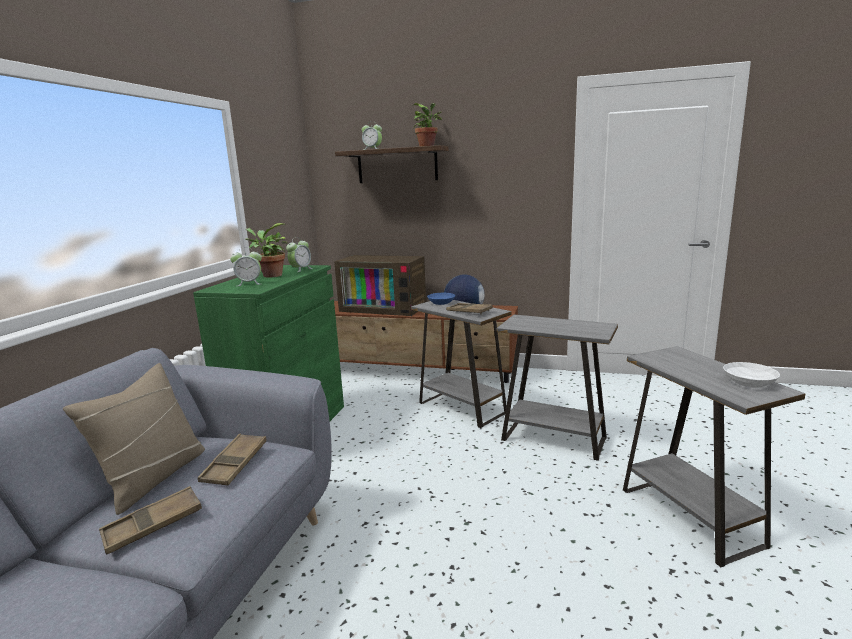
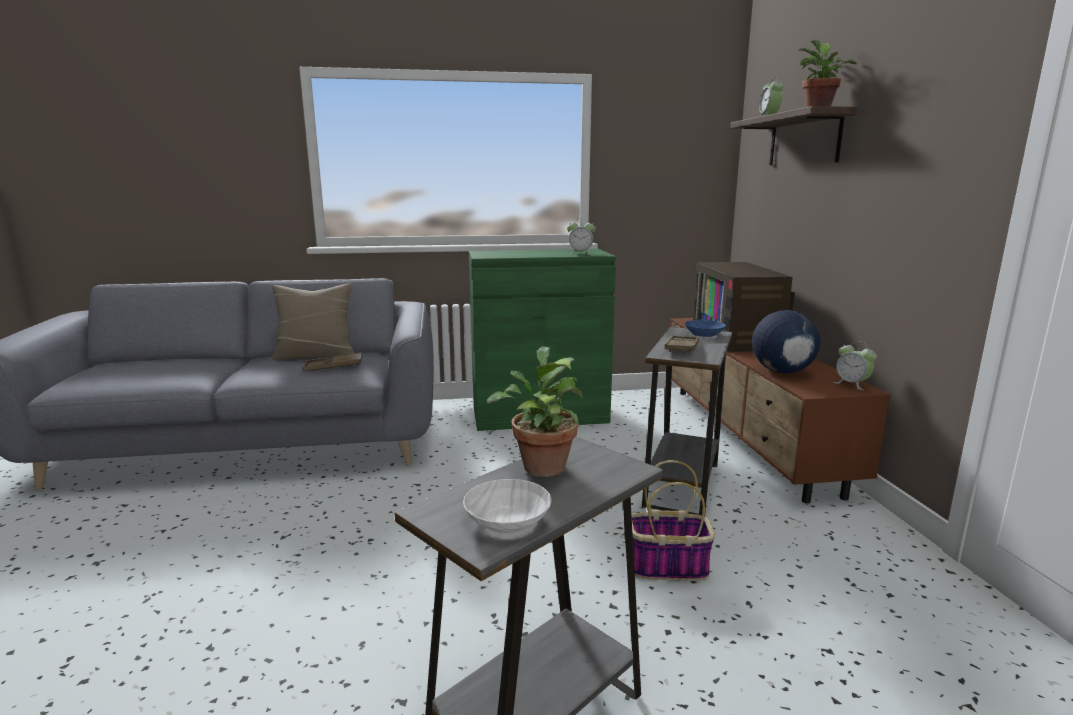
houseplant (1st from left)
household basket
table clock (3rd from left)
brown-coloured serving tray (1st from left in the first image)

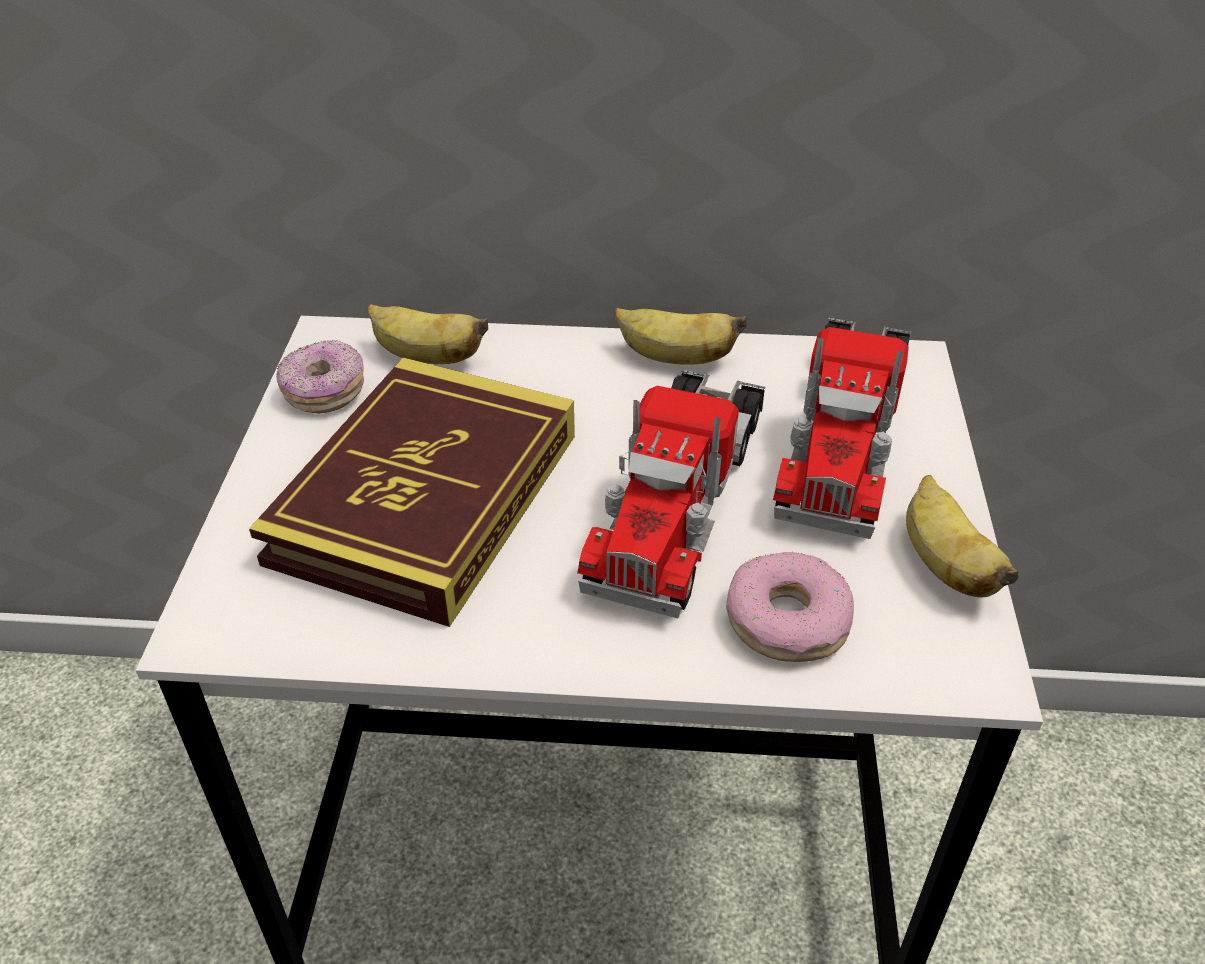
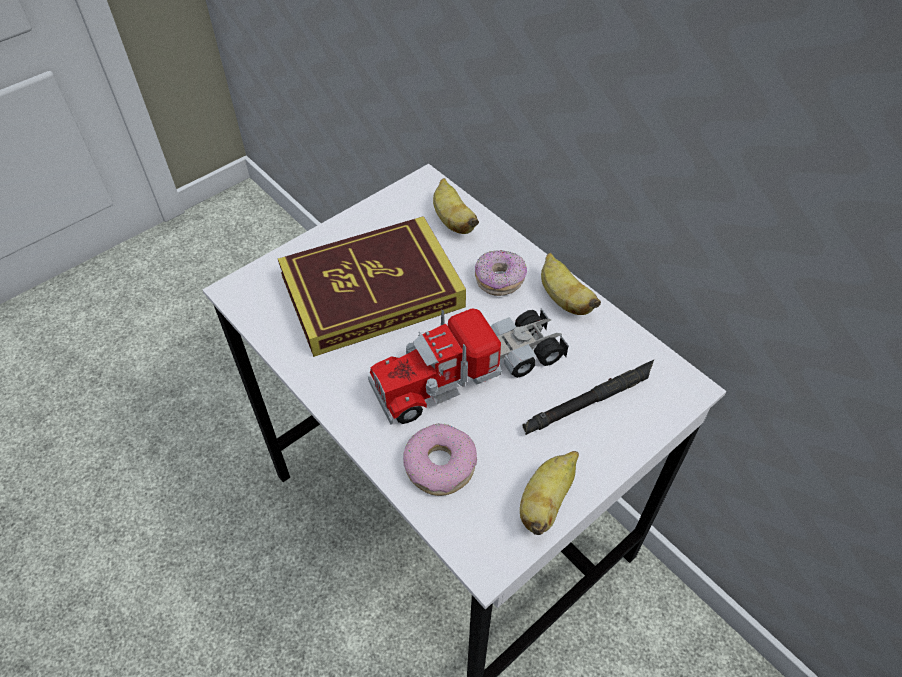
ring doughnut (2nd from left)
blackish hand torch

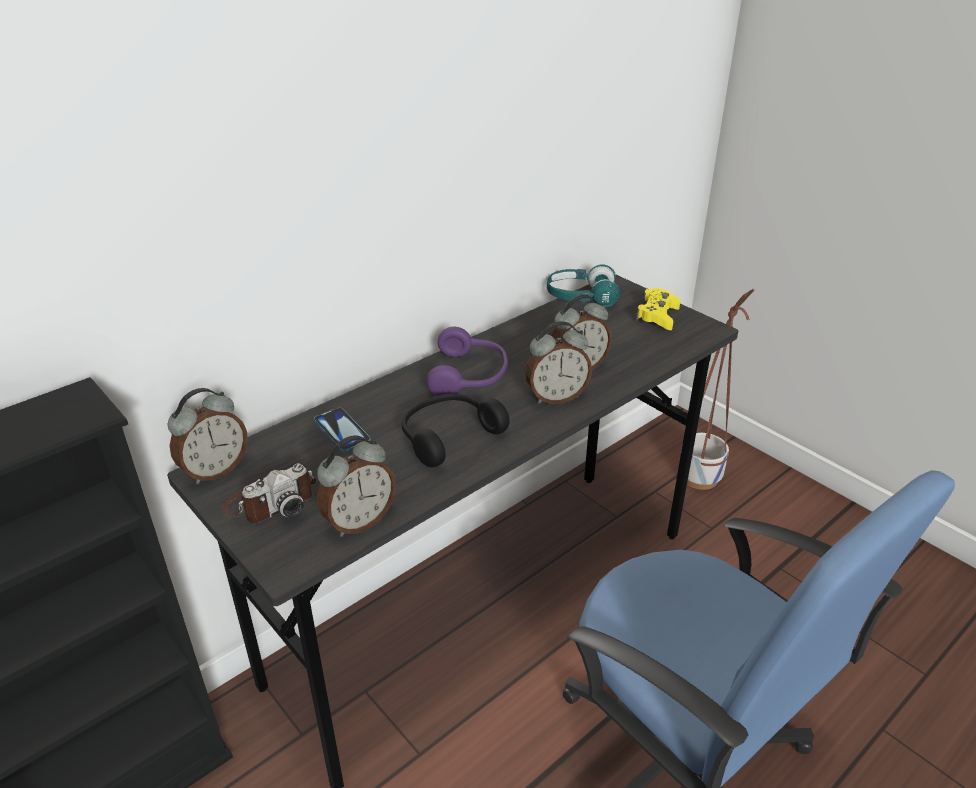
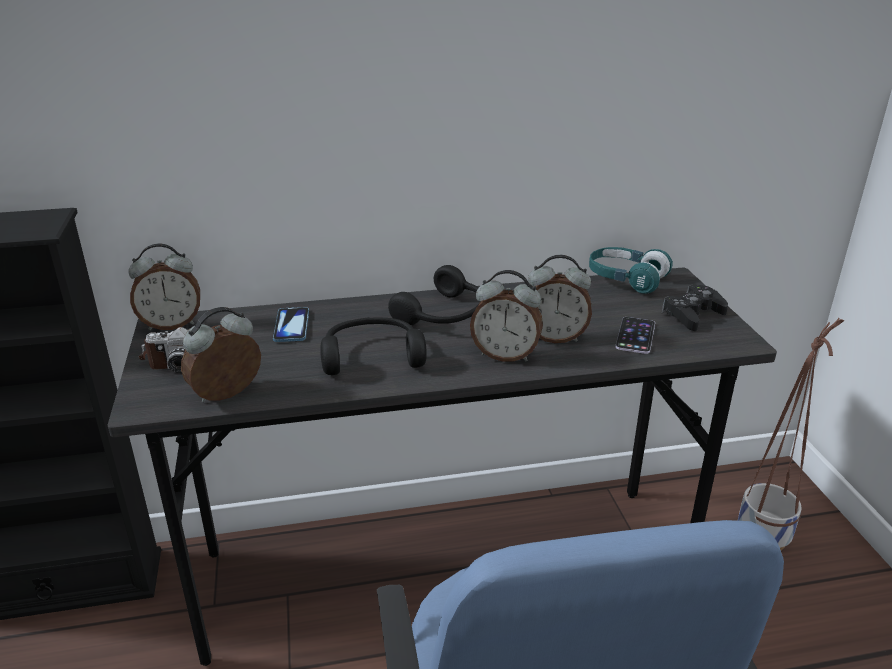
table clock (2nd from left)
blackish headset (2nd from left)
handset (2nd from left)
blackish gamepad

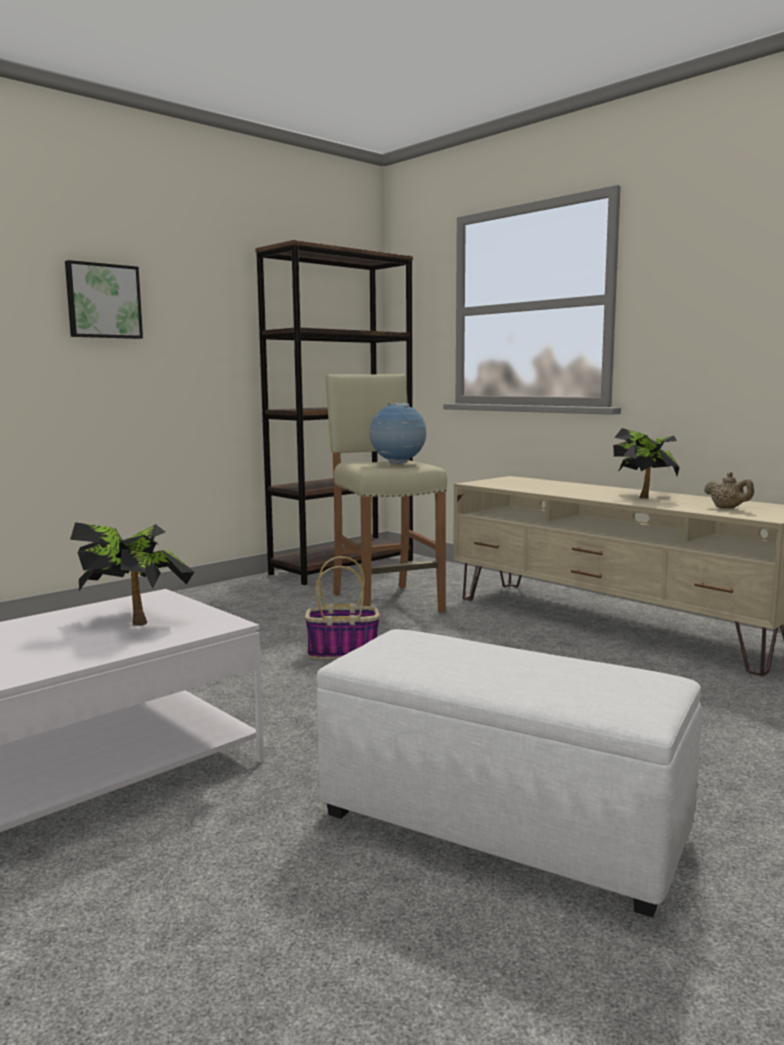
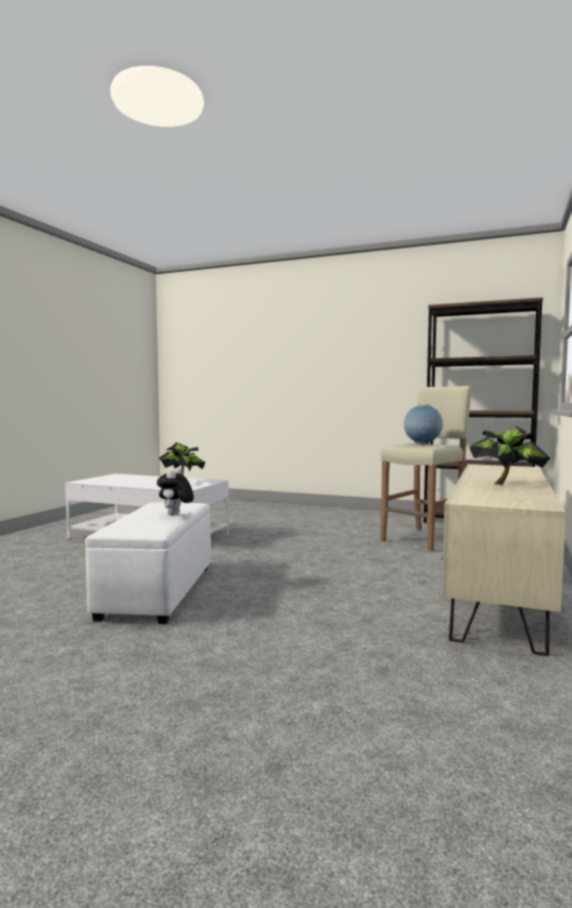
plush toy
picture
household basket
beige-coloured teapot

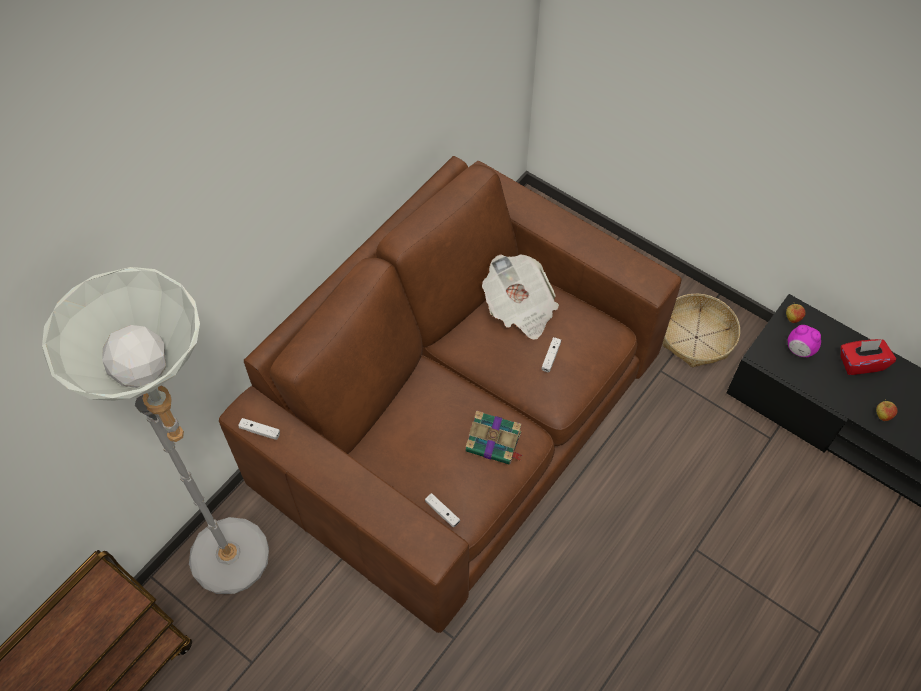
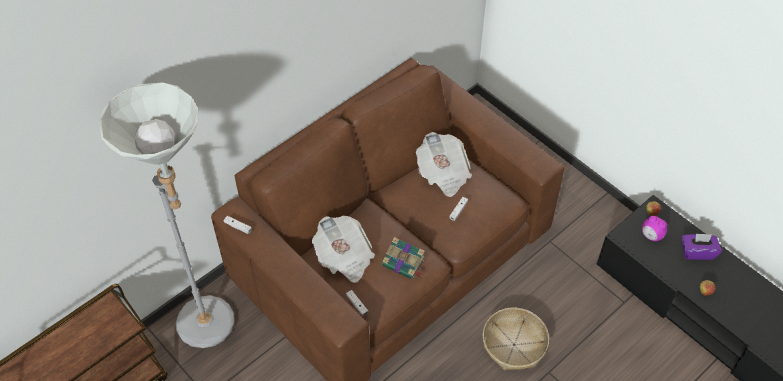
printed paper (1st from left)
household basket
purple box of tissues

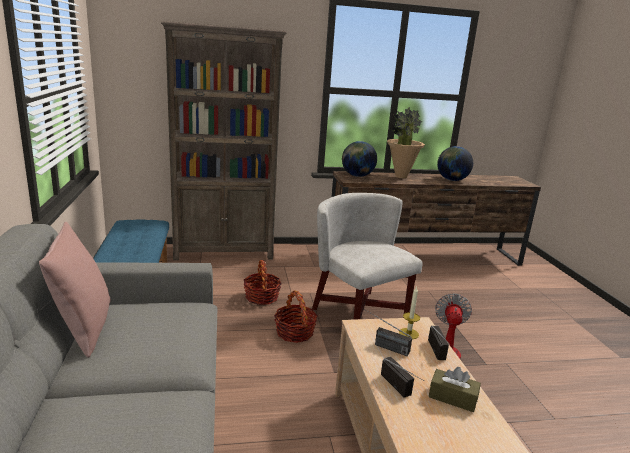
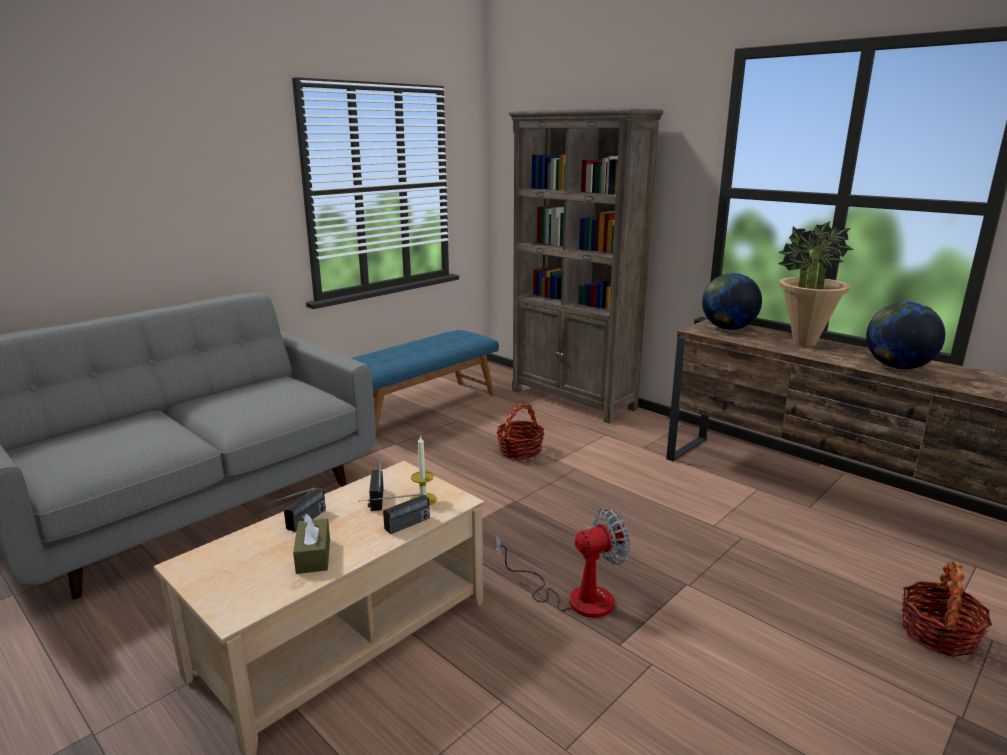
household basket (2nd from left)
pink-coloured cushion
white armchair

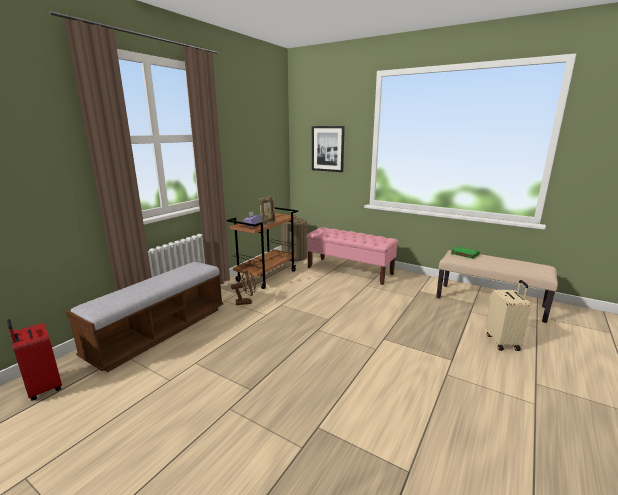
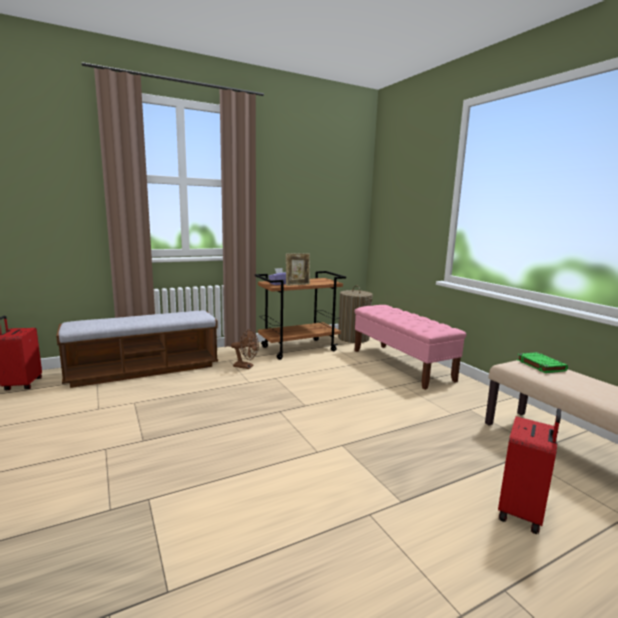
red piece of luggage (2nd from left)
picture

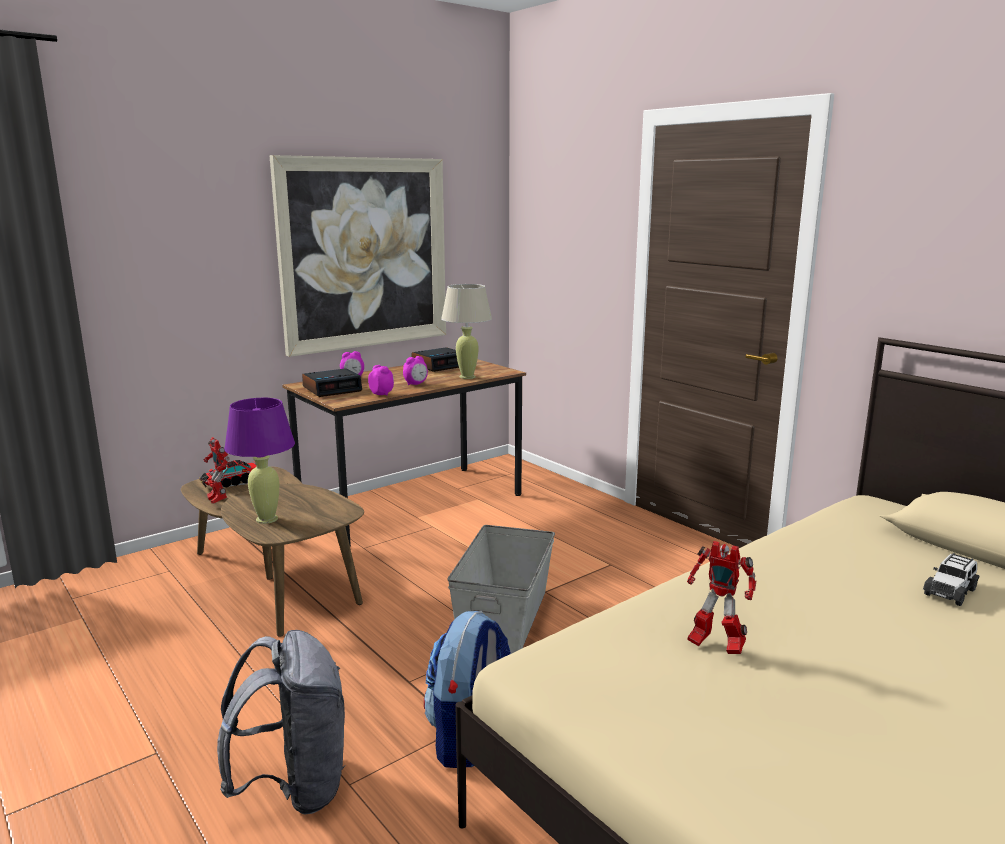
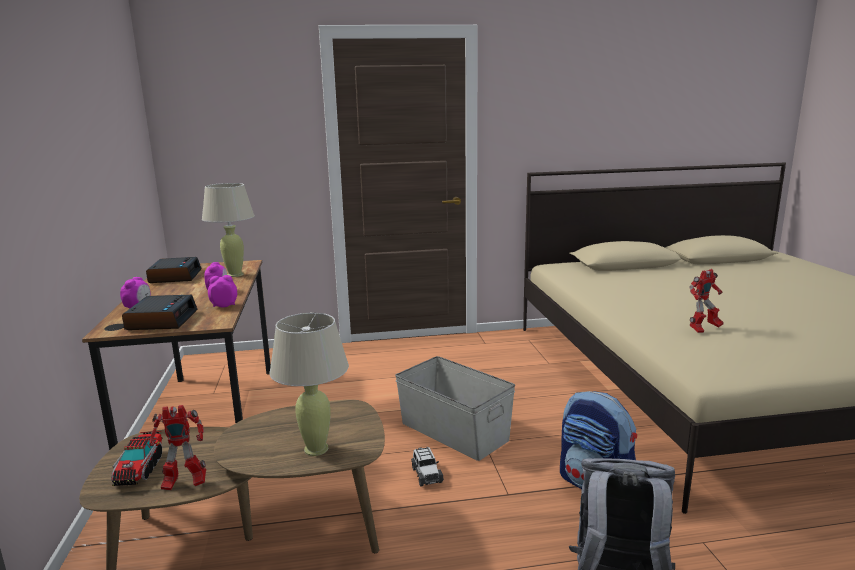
beige-coloured lamp for a table (2nd from left)
toy car
picture

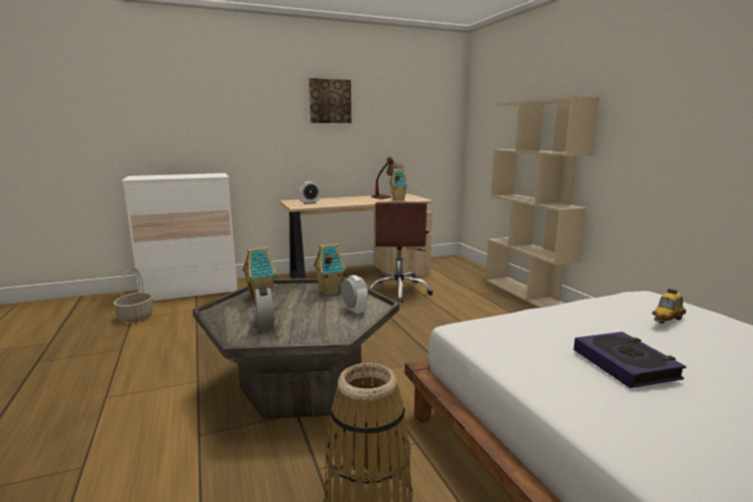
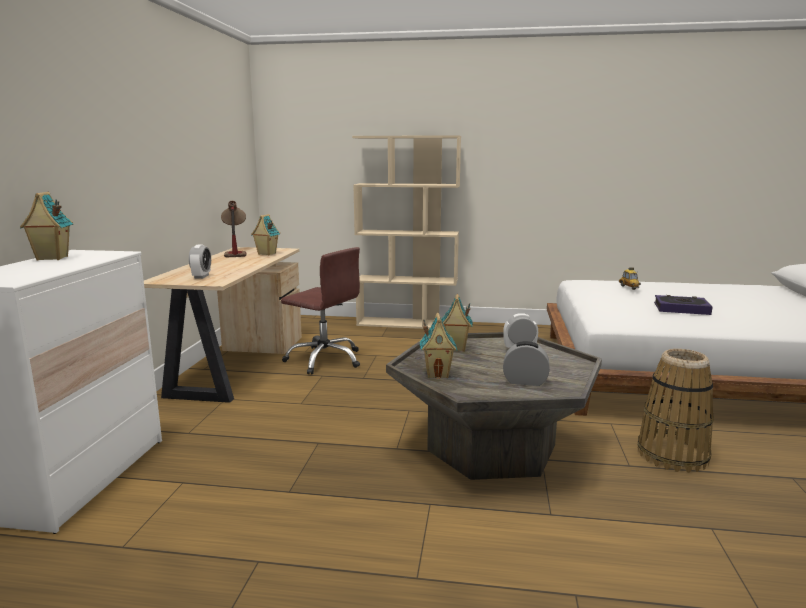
model house (1st from left)
household basket (1st from left in the first image)
picture

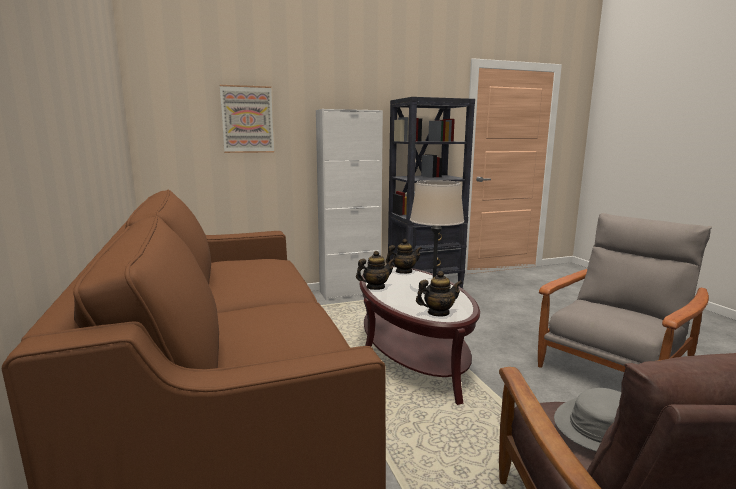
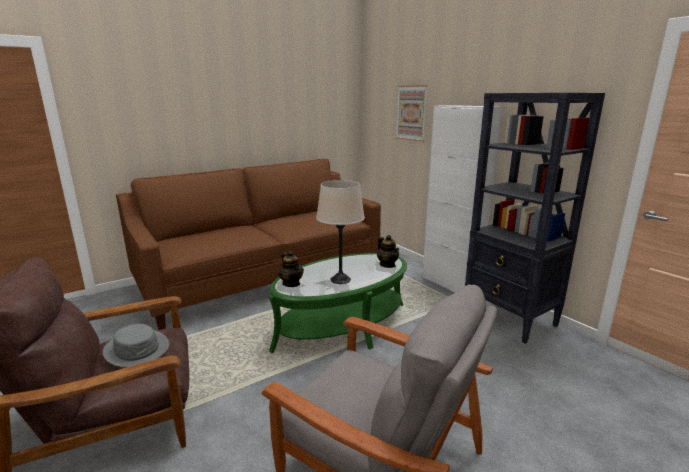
greenish lounge table
teapot (1st from left in the first image)

